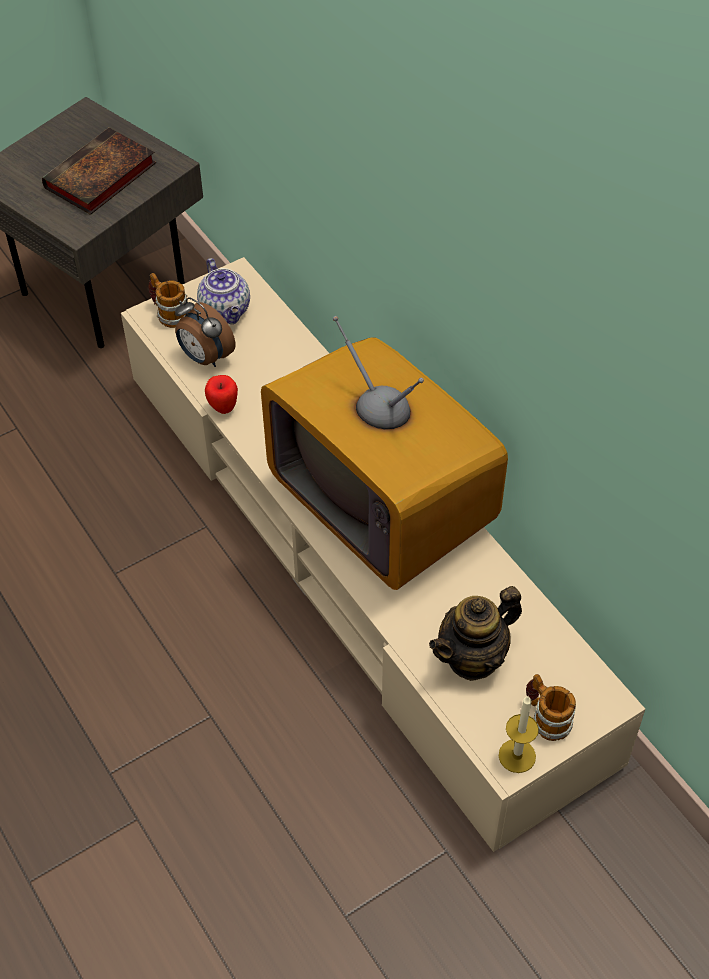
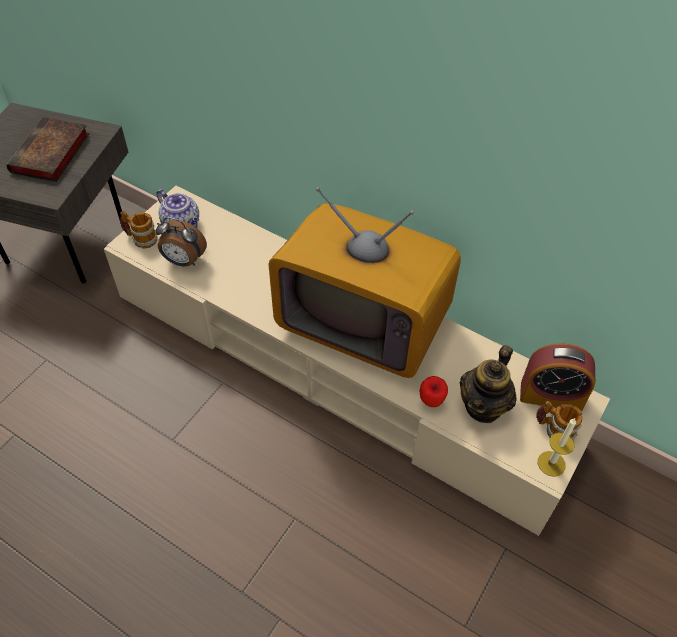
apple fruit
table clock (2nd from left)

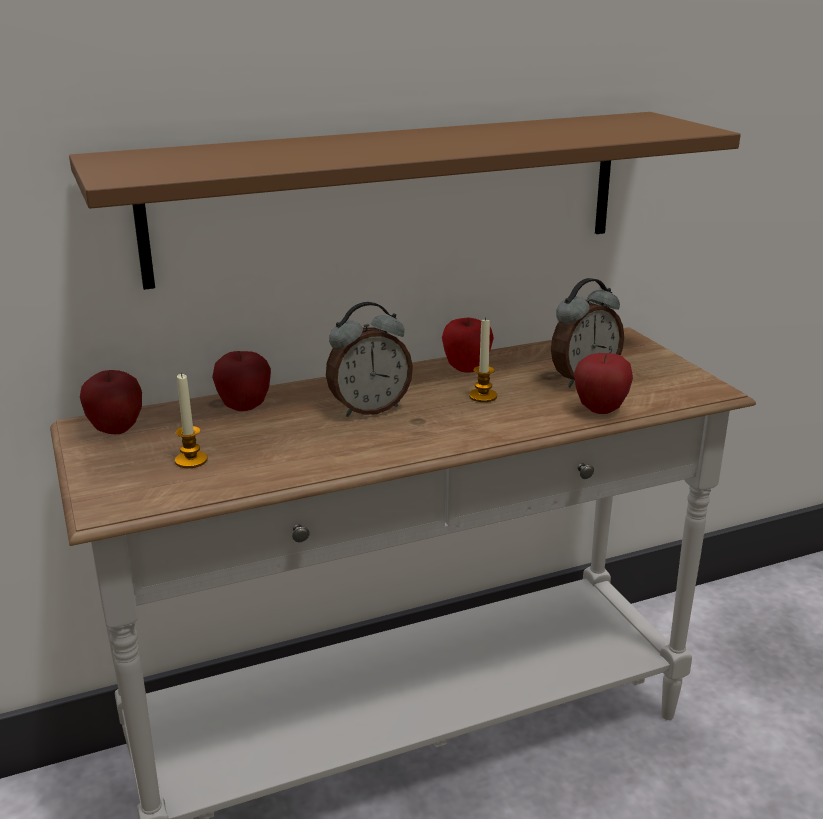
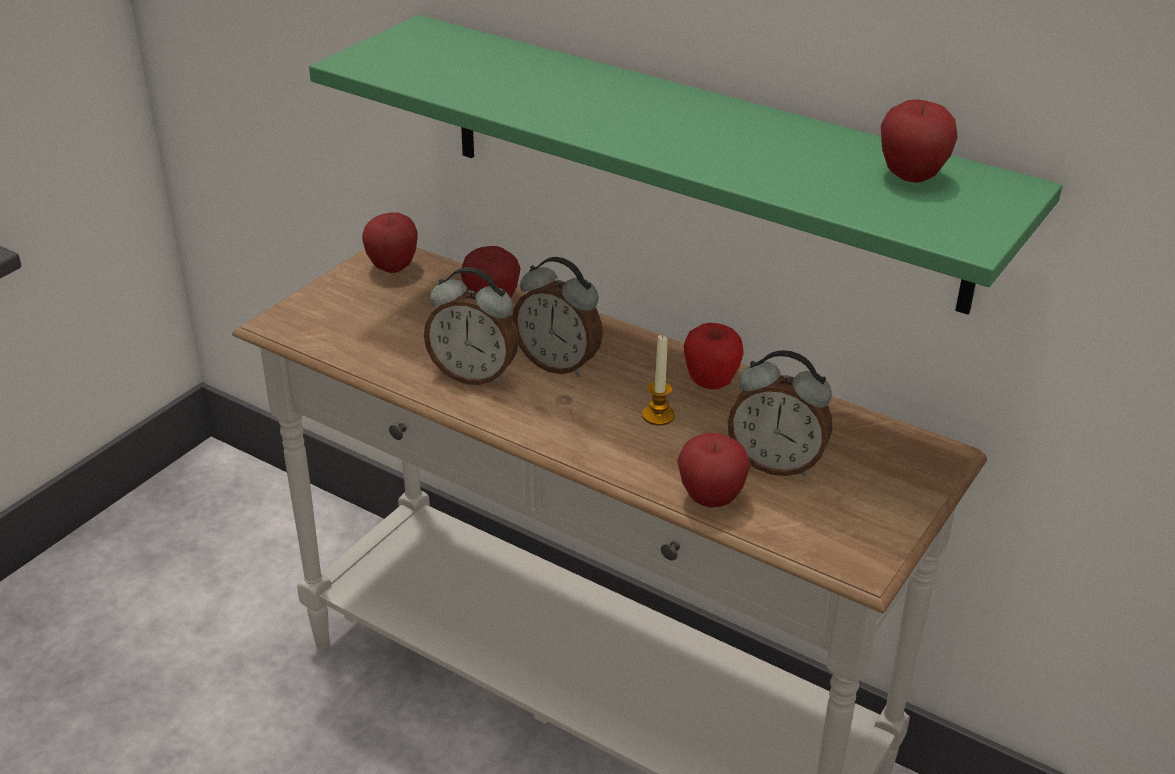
greenish wall shelf
table clock (1st from left)
apple fruit (5th from left)
wax light (1st from left in the first image)

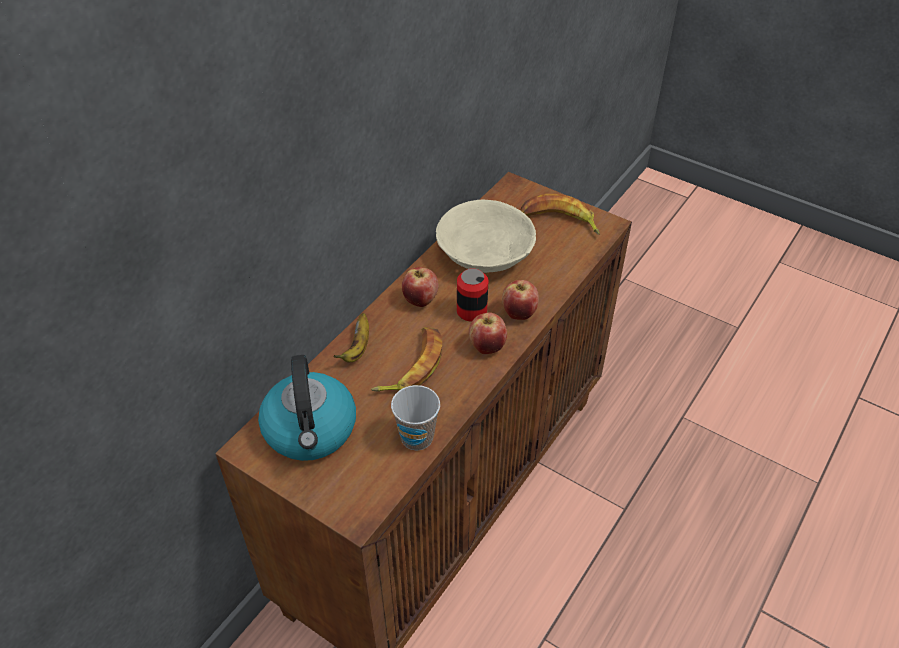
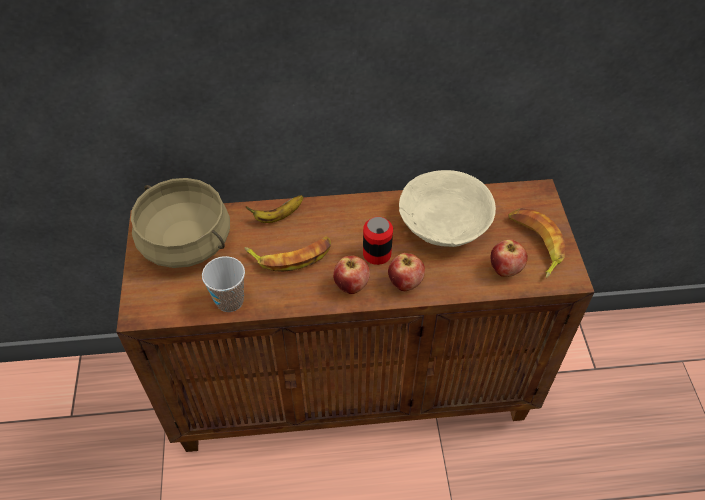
beige-coloured cooking pot
apple fruit (3rd from left)

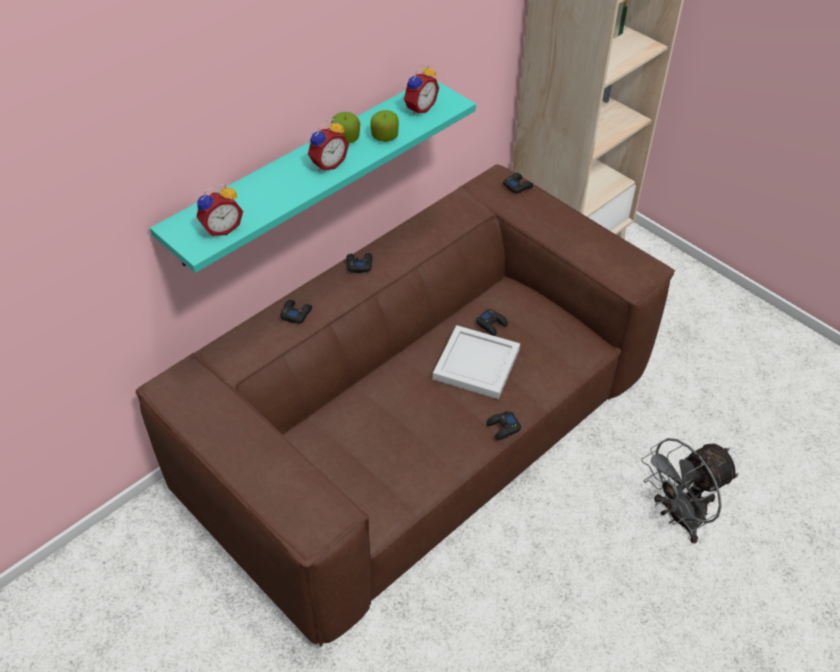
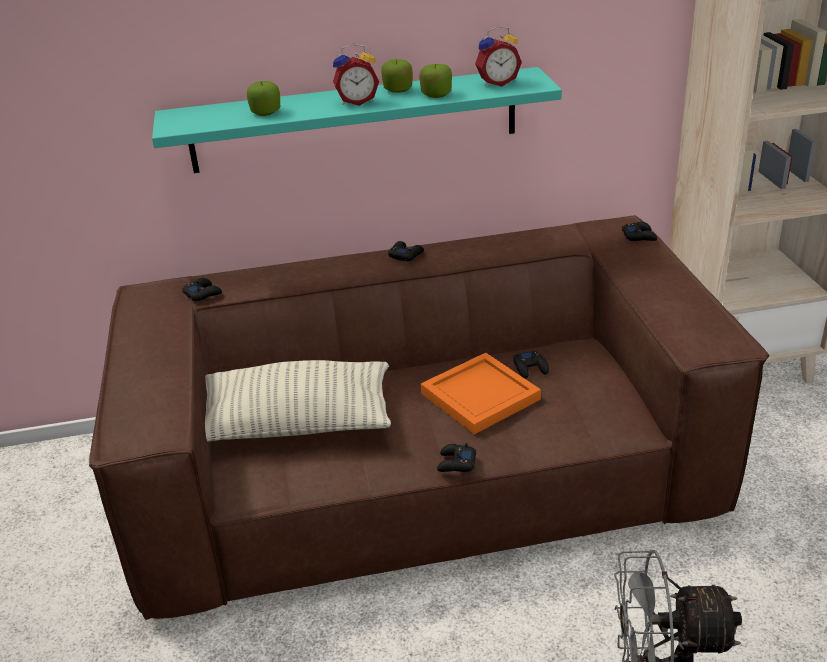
blackish gamepad (1st from left)
cushion
apple fruit (1st from left)
orange-coloured serving tray
table clock (1st from left in the first image)

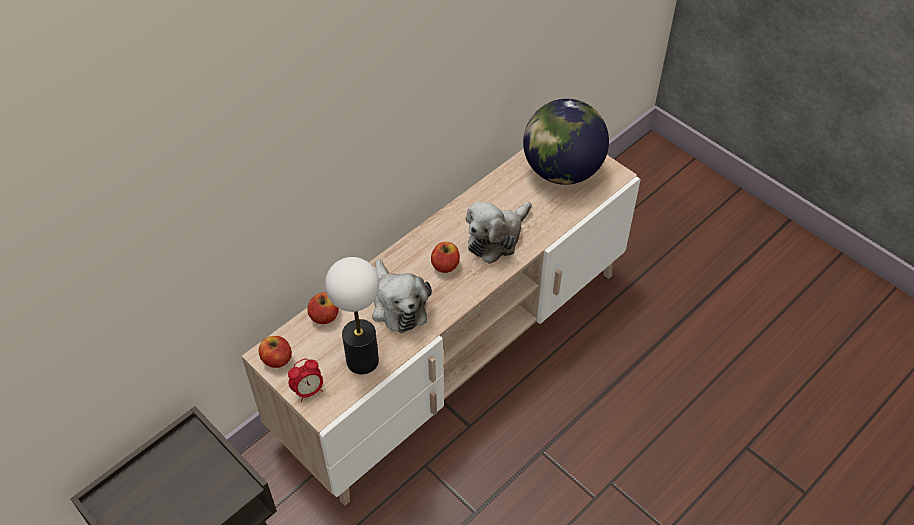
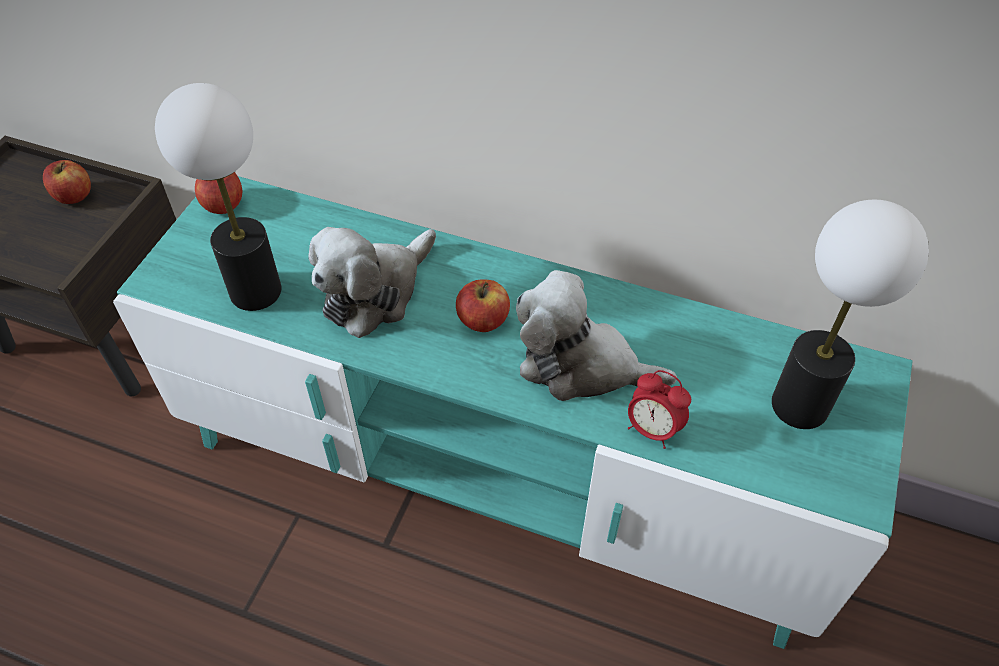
apple fruit (1st from left)
turquoise tv unit
table clock
lamp for a table (2nd from left)

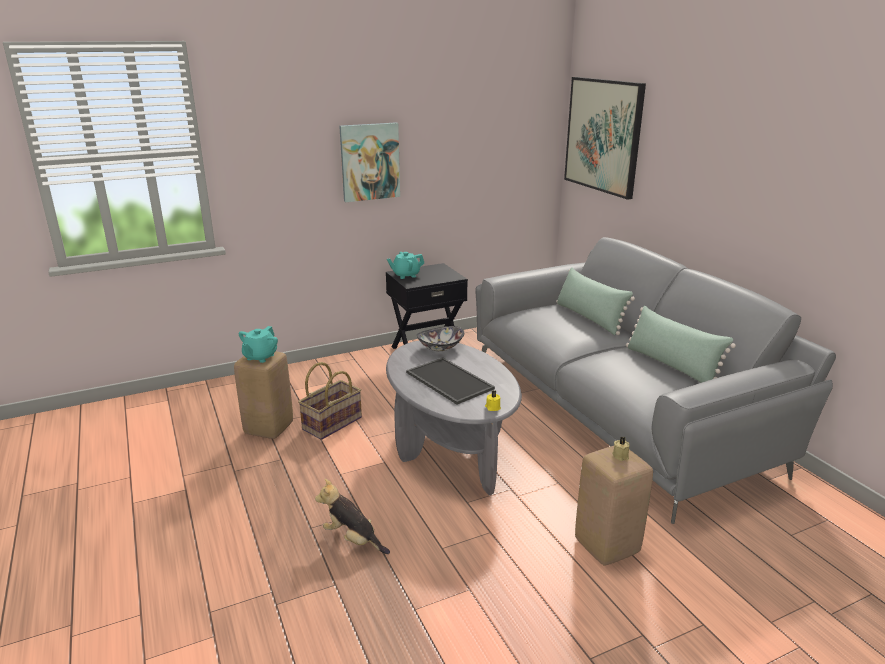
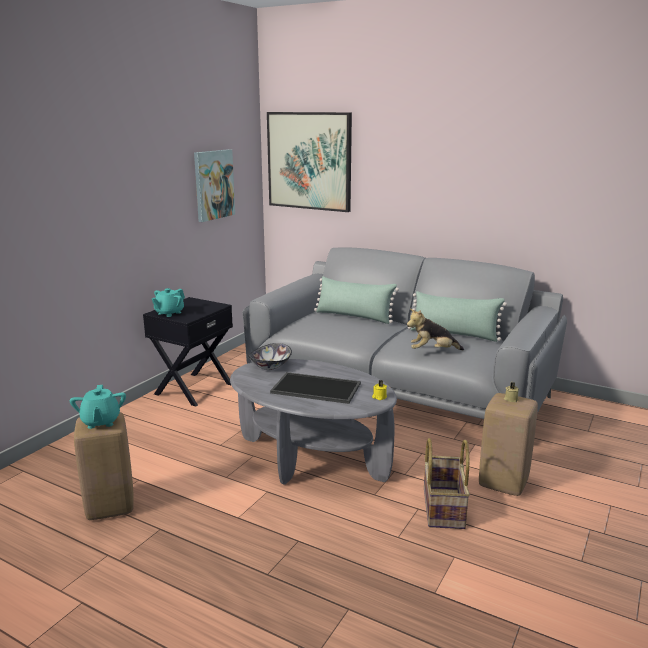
picture (1st from left)
plush toy
household basket

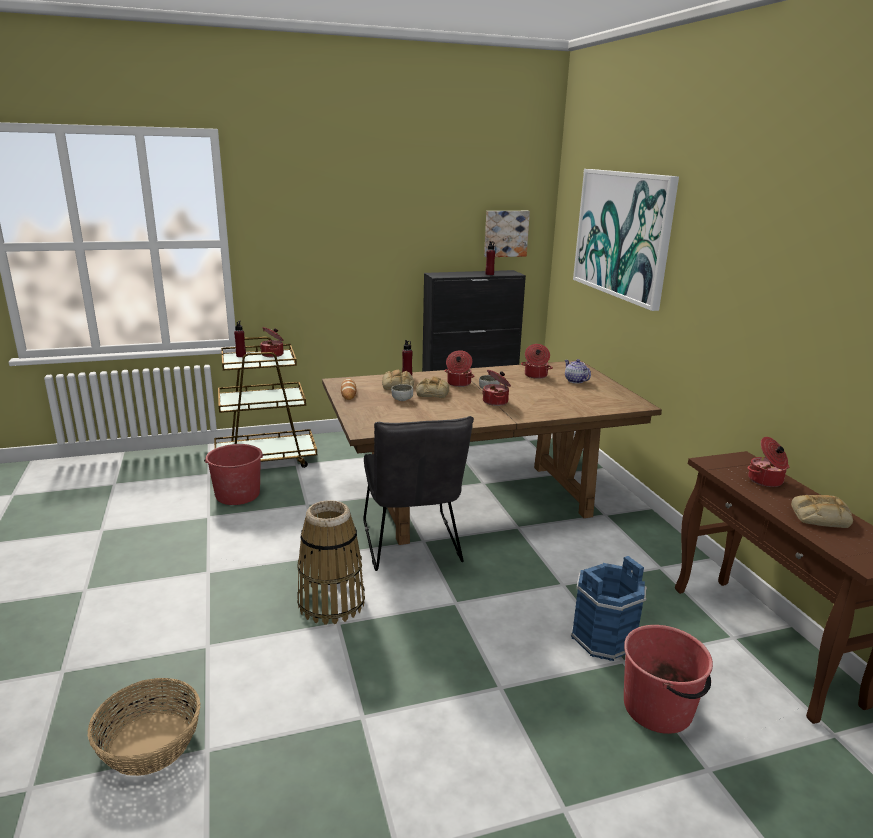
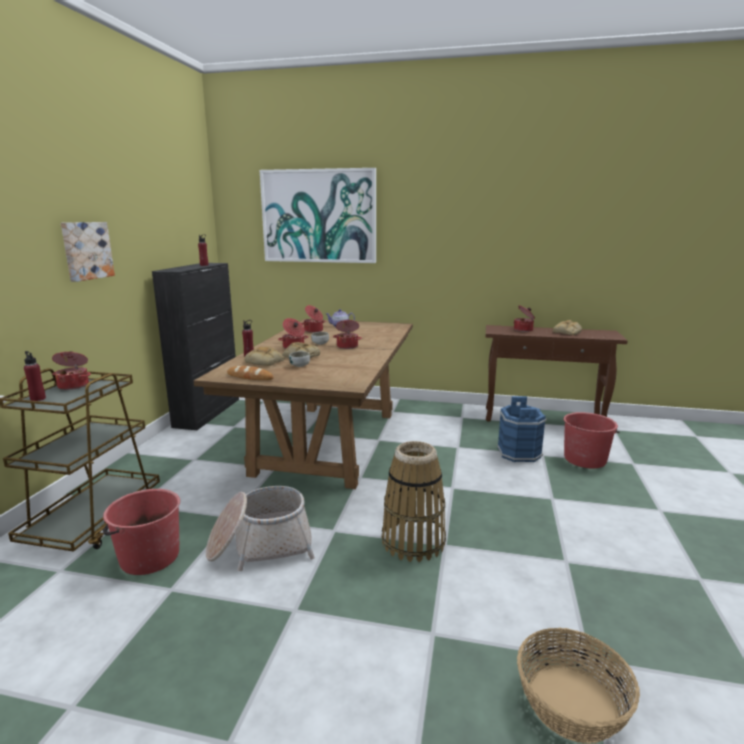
picture (1st from left)
household basket (1st from left)
gray chair

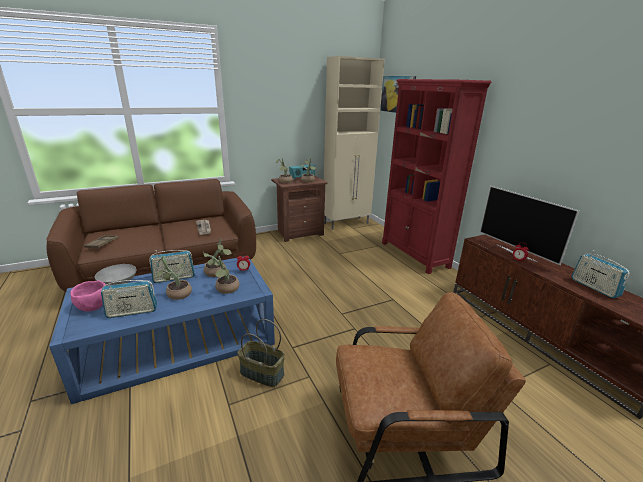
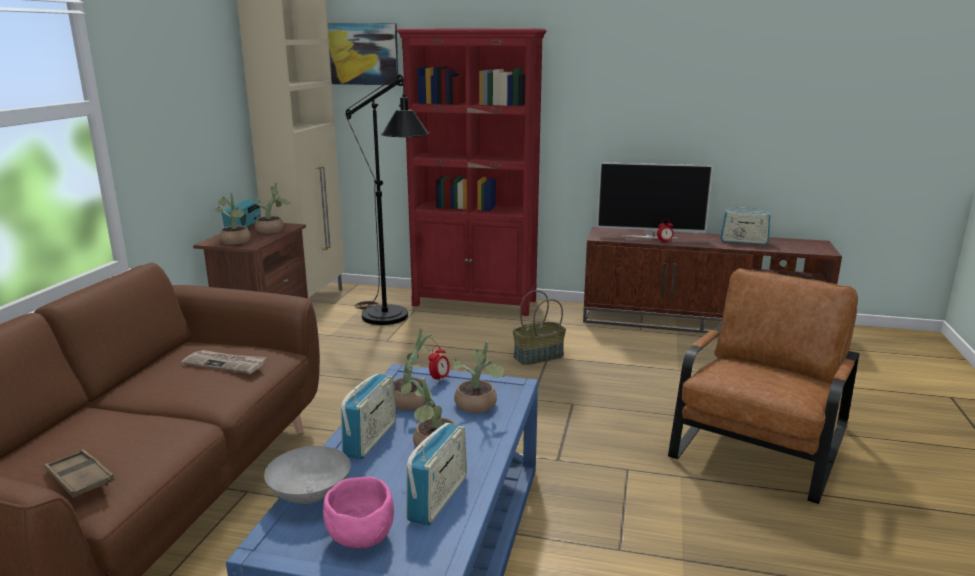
blackish standing lamp
household basket

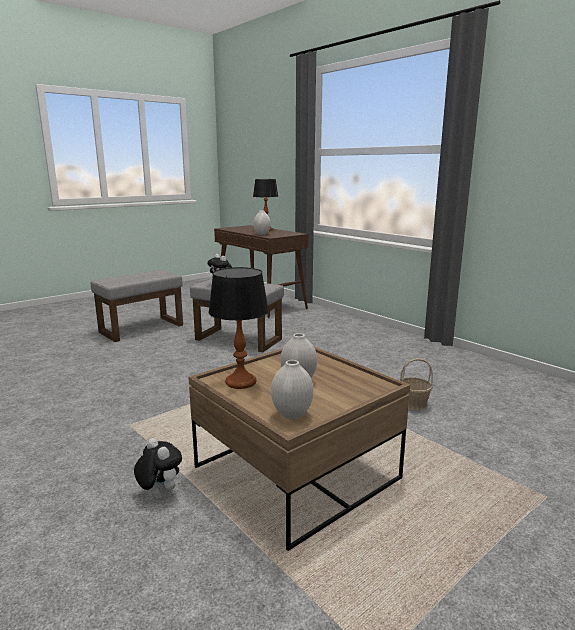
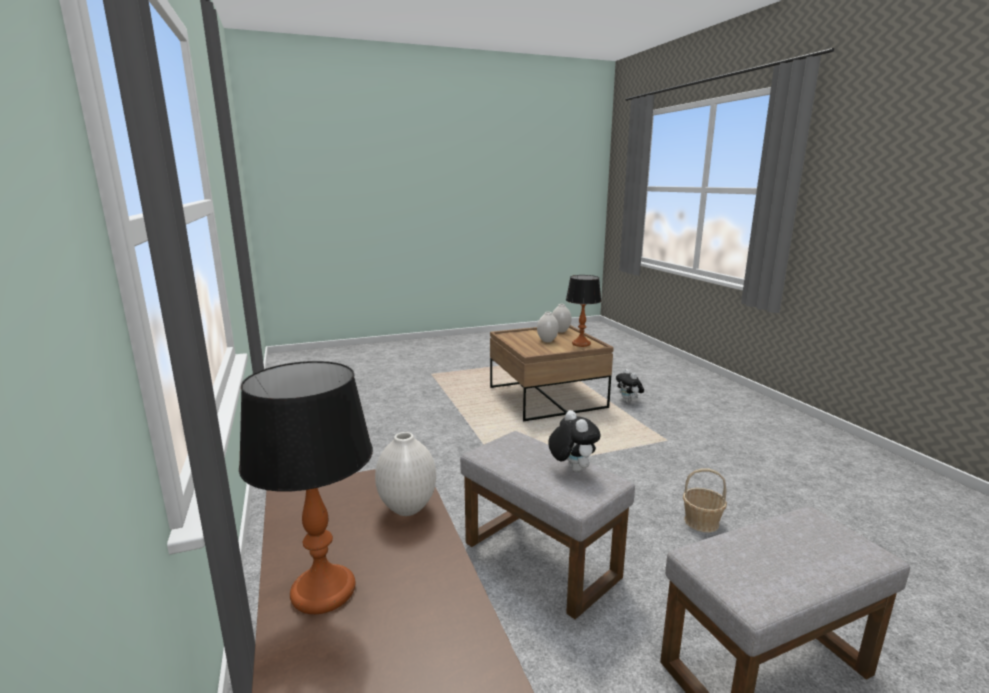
household basket

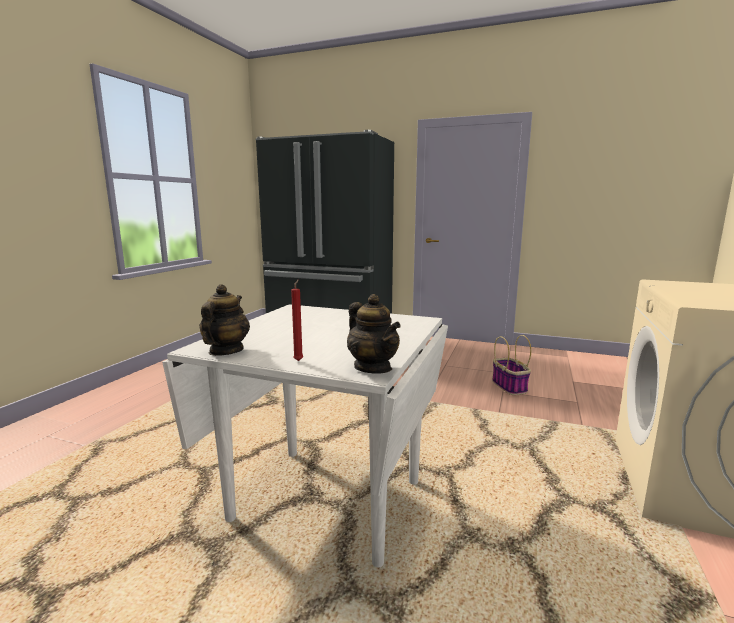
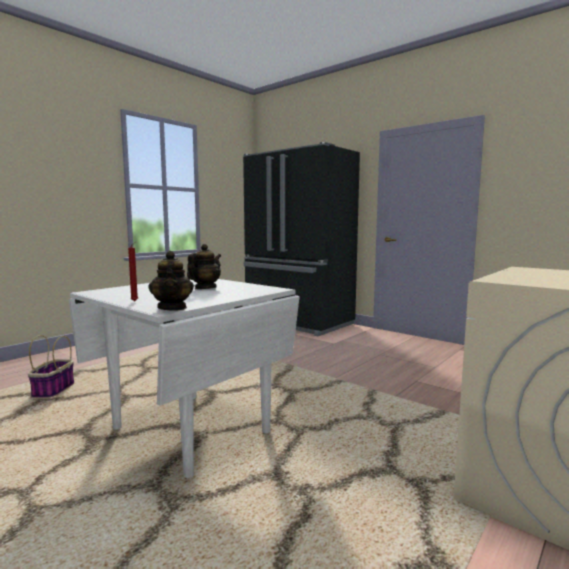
household basket
teapot (2nd from left)

